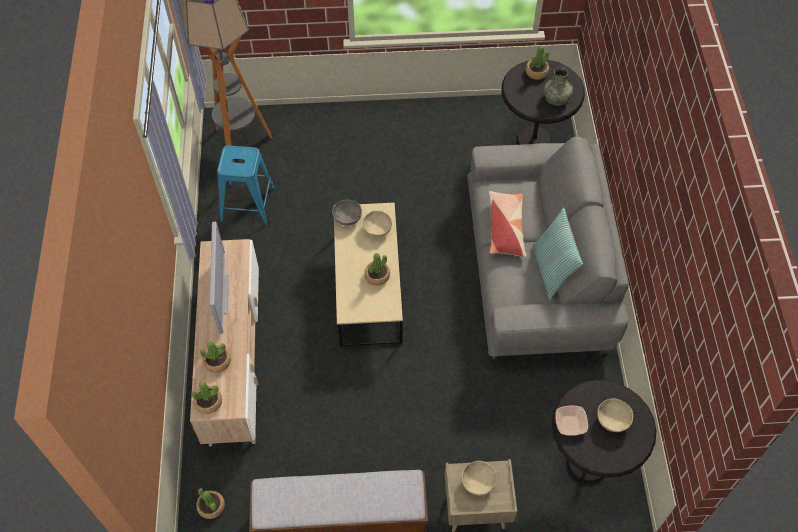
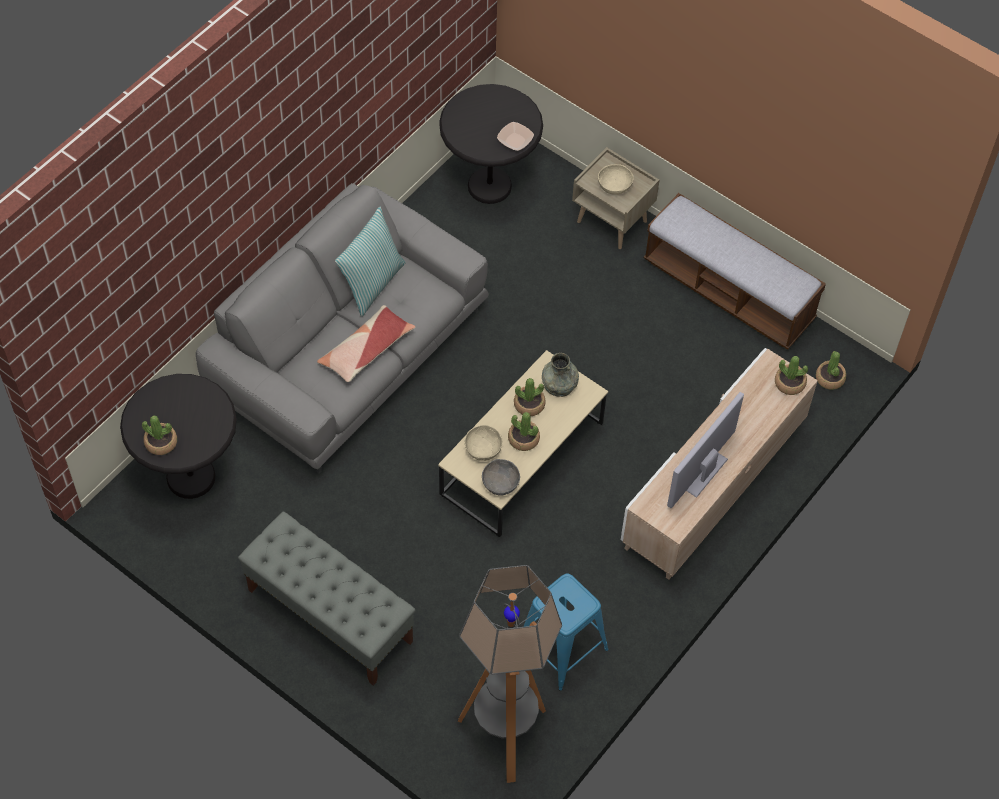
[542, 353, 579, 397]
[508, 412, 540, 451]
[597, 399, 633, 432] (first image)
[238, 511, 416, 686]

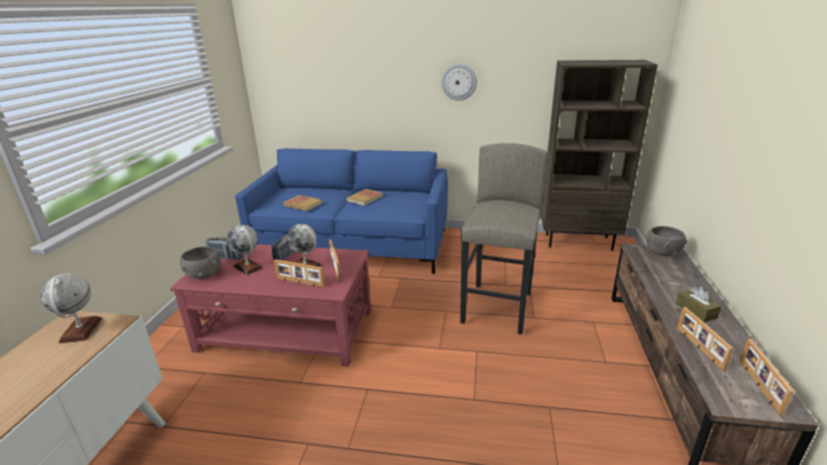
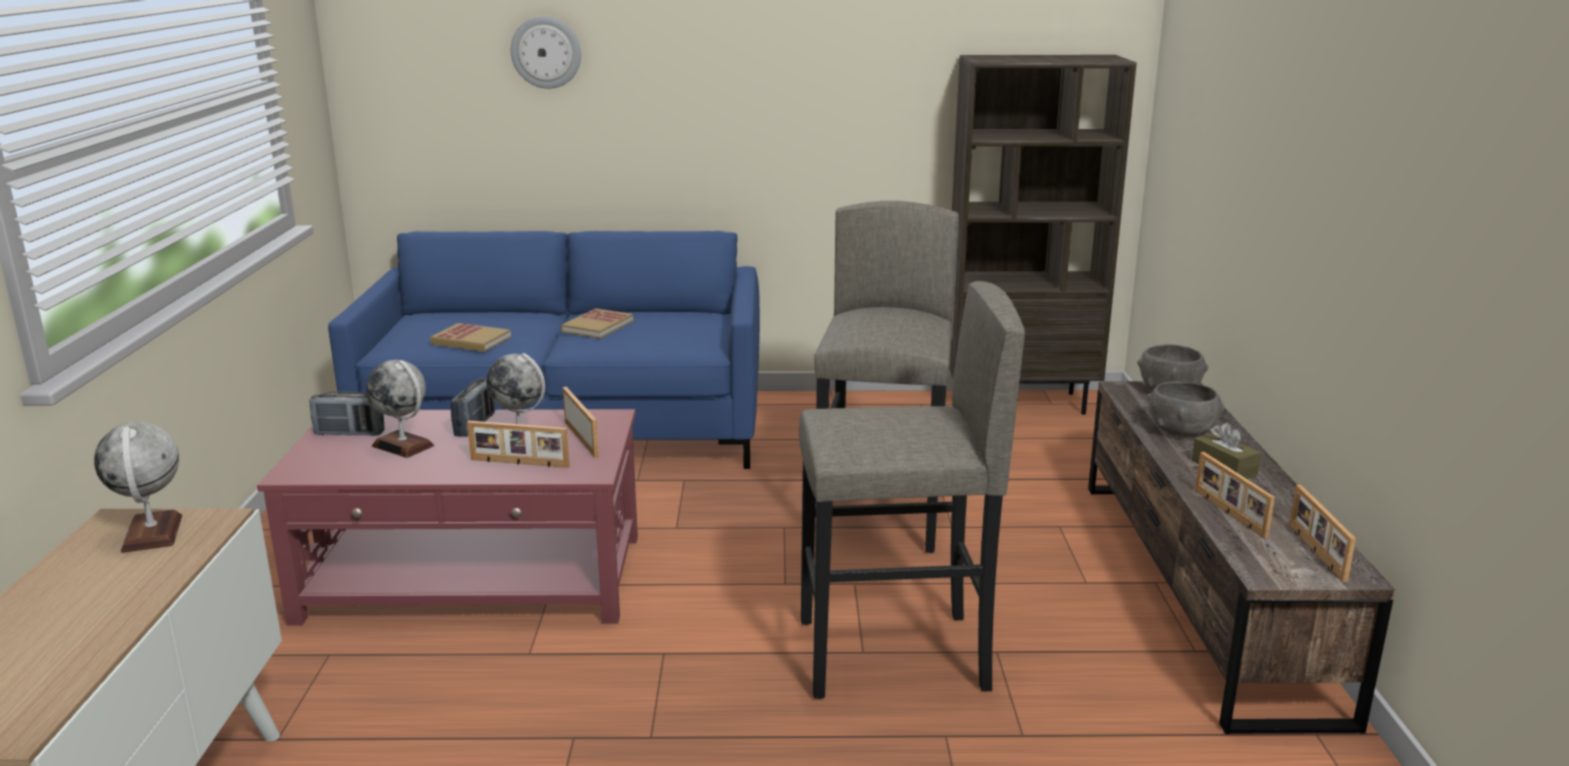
[511, 16, 581, 89]
[1147, 381, 1225, 437]
[799, 281, 1025, 699]

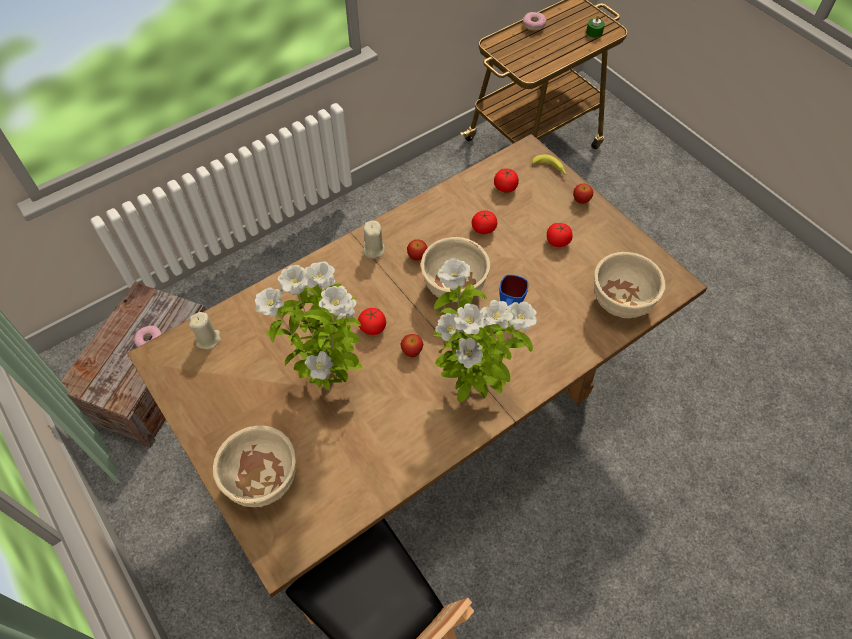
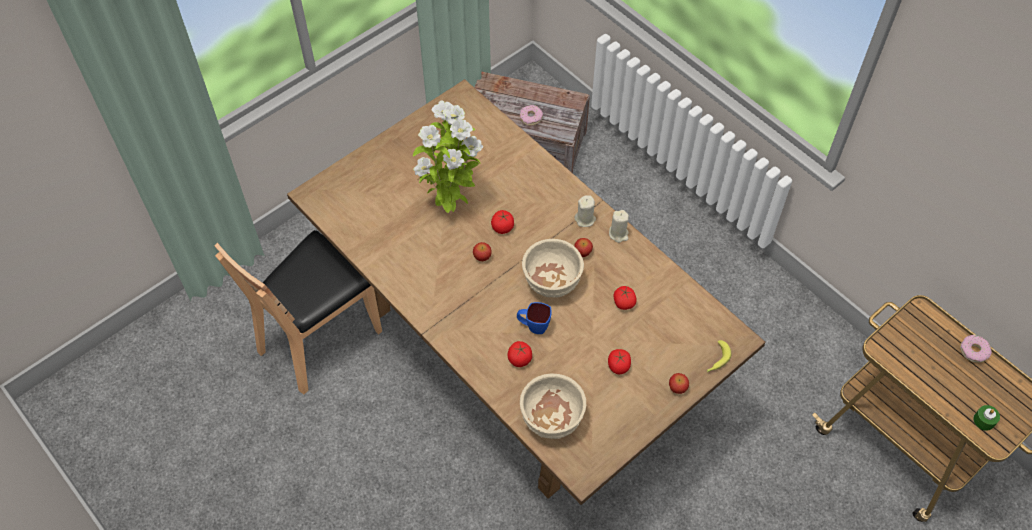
[507, 341, 532, 367]
[433, 258, 537, 402] (first image)
[609, 210, 629, 243]
[213, 426, 296, 507] (first image)

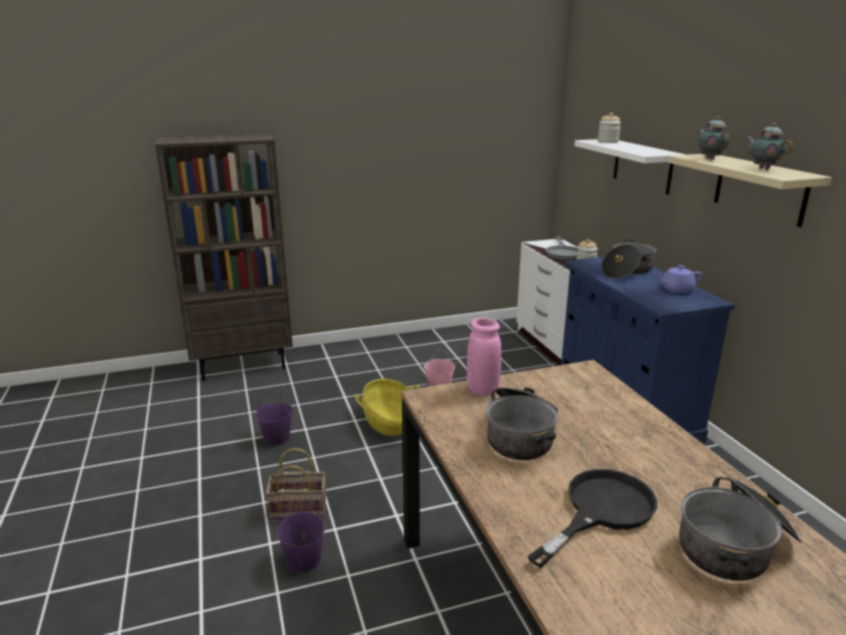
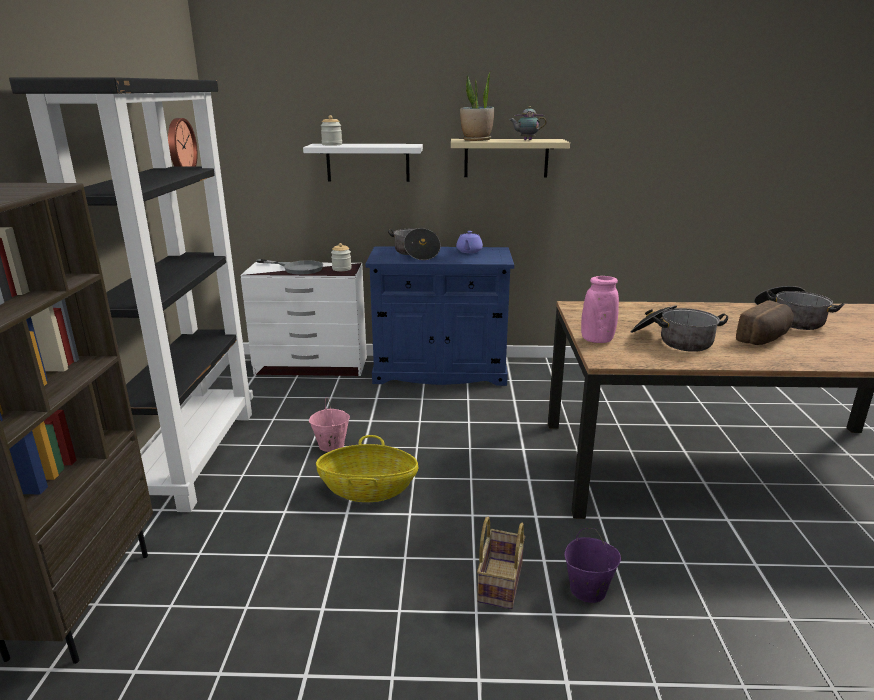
[460, 70, 494, 141]
[256, 393, 293, 446] (first image)
[736, 300, 794, 345]
[9, 77, 253, 512]
[168, 118, 198, 167]

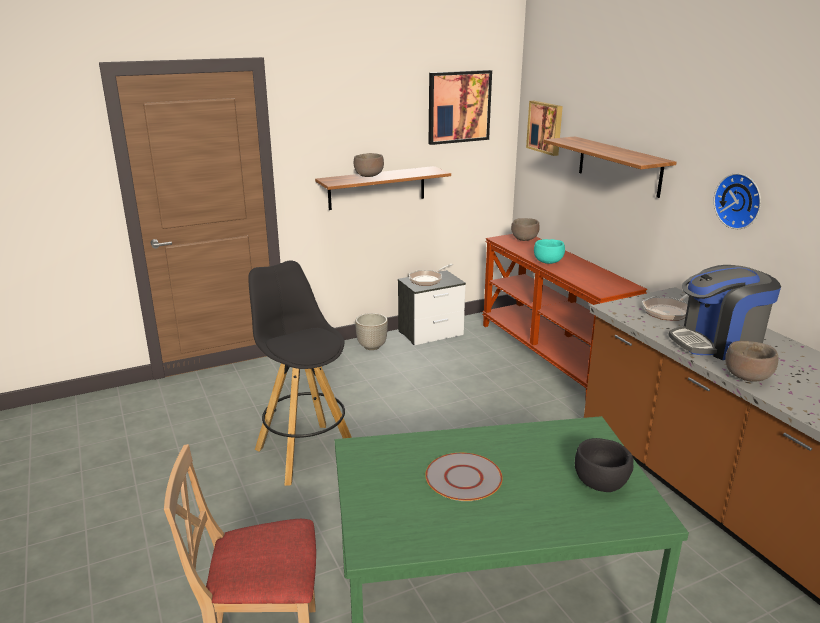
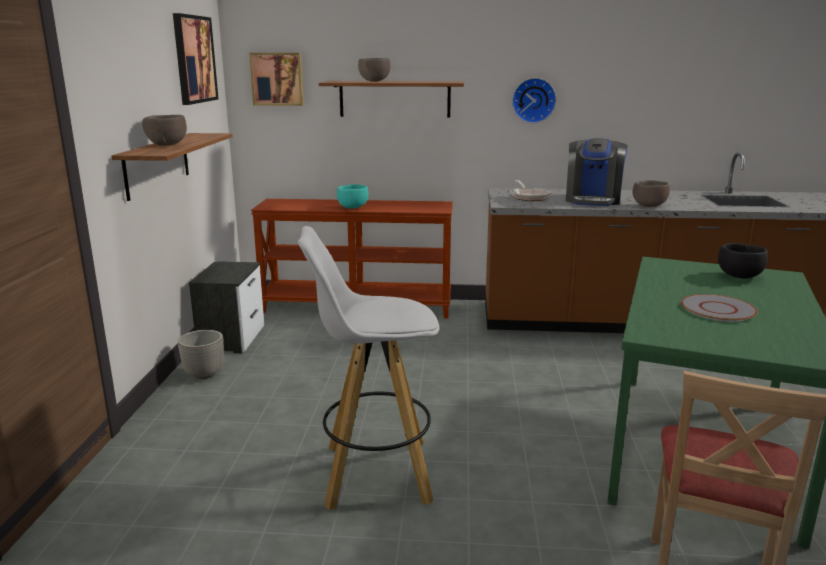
[358, 58, 391, 82]
[298, 226, 439, 510]
[409, 264, 453, 286] (first image)

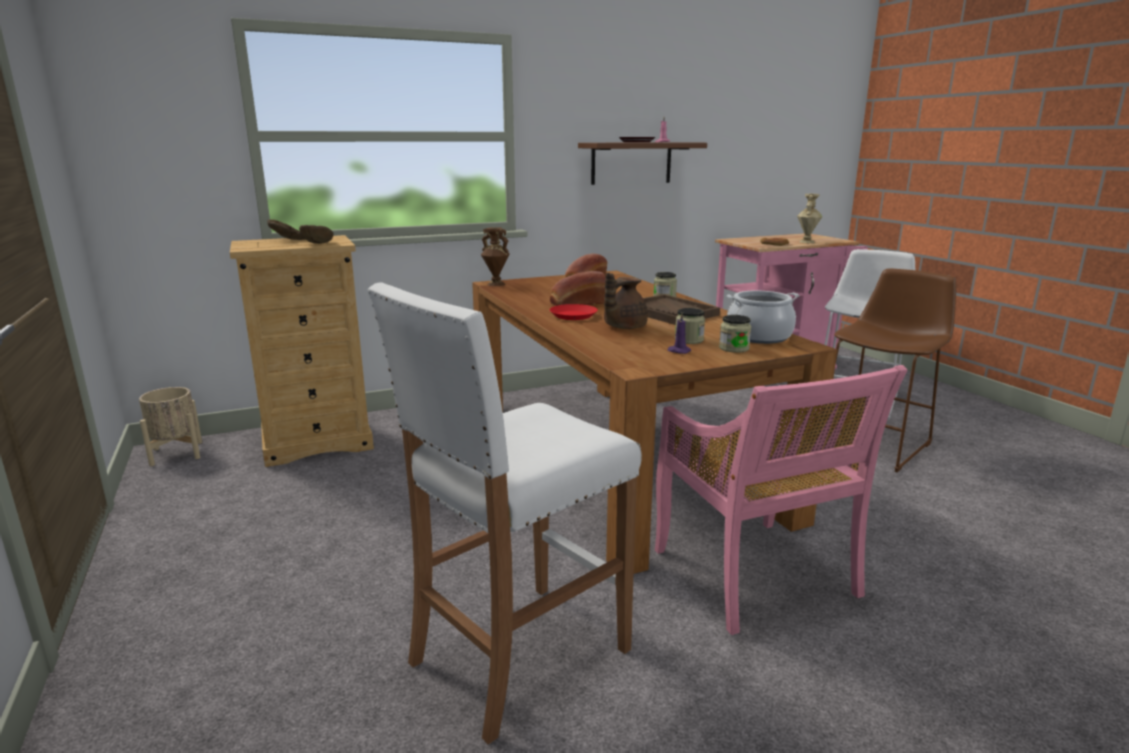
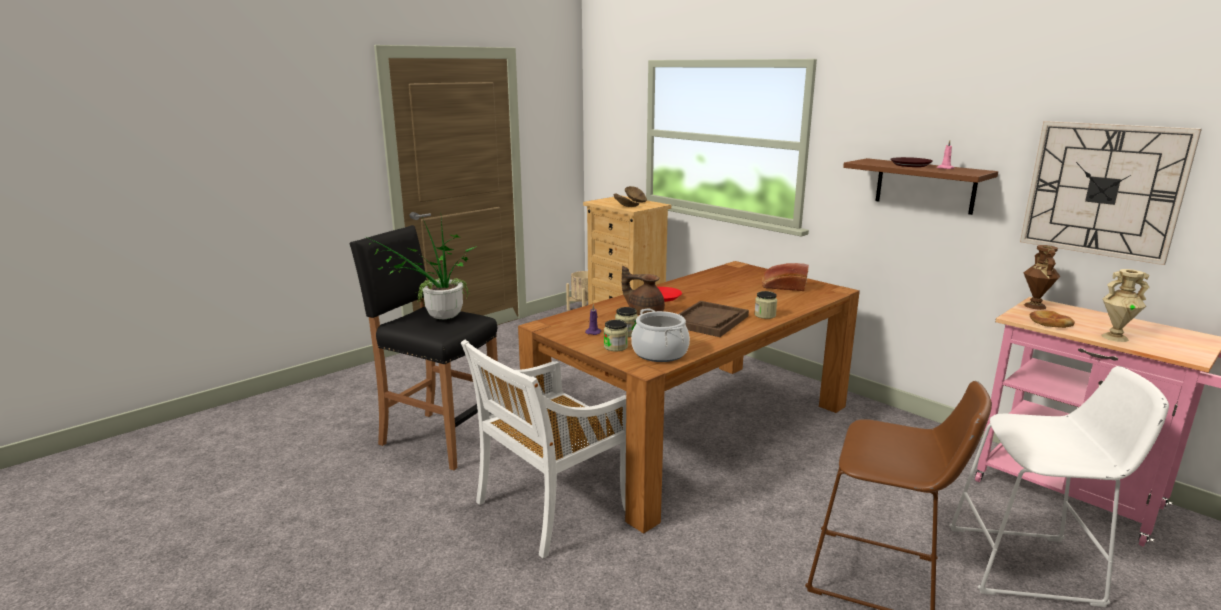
[1024, 245, 1060, 310]
[550, 271, 606, 306] (first image)
[349, 225, 498, 470]
[461, 340, 626, 559]
[1020, 121, 1202, 265]
[368, 217, 475, 319]

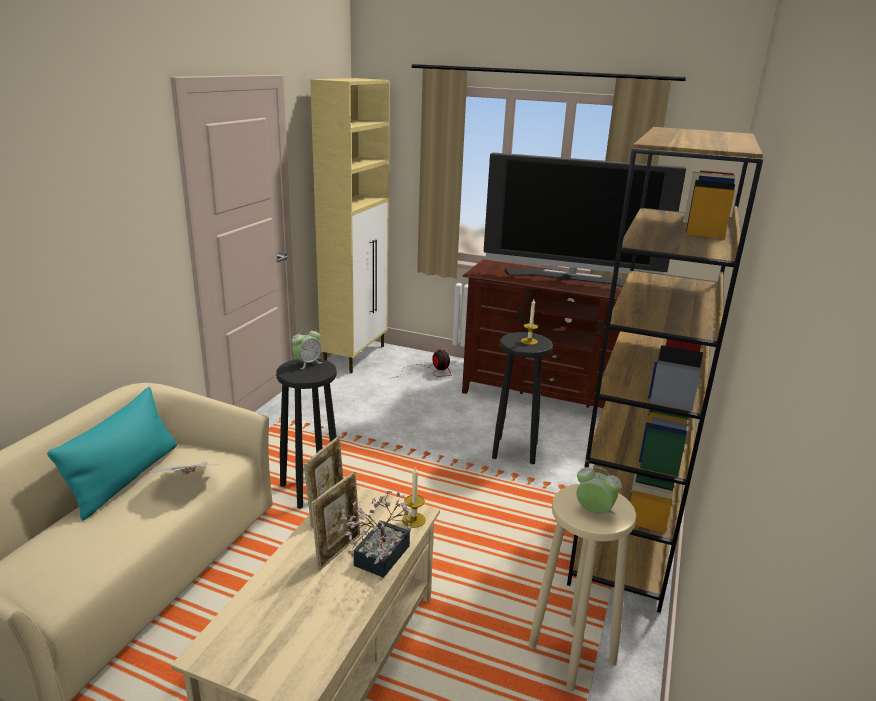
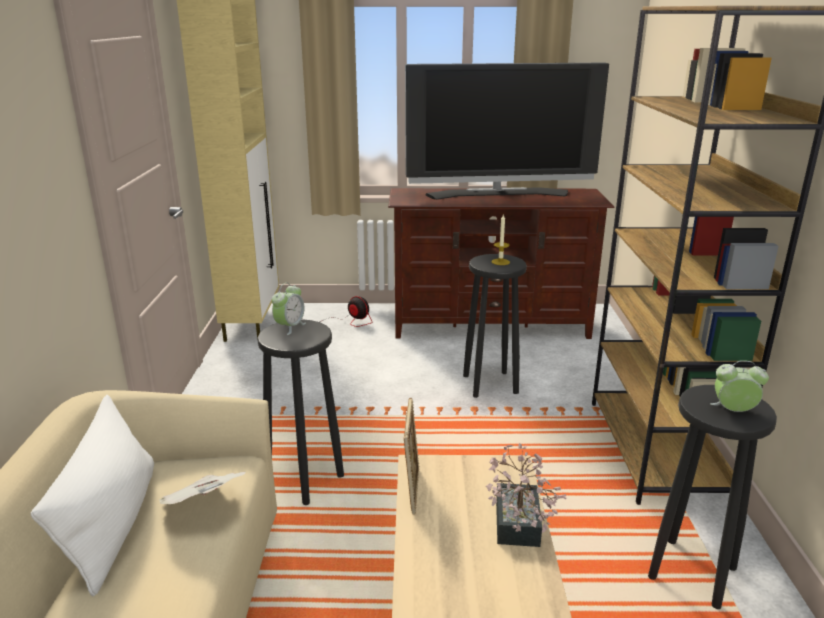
[31, 395, 154, 596]
[402, 466, 426, 528] (first image)
[311, 472, 360, 571] (first image)
[648, 385, 777, 609]

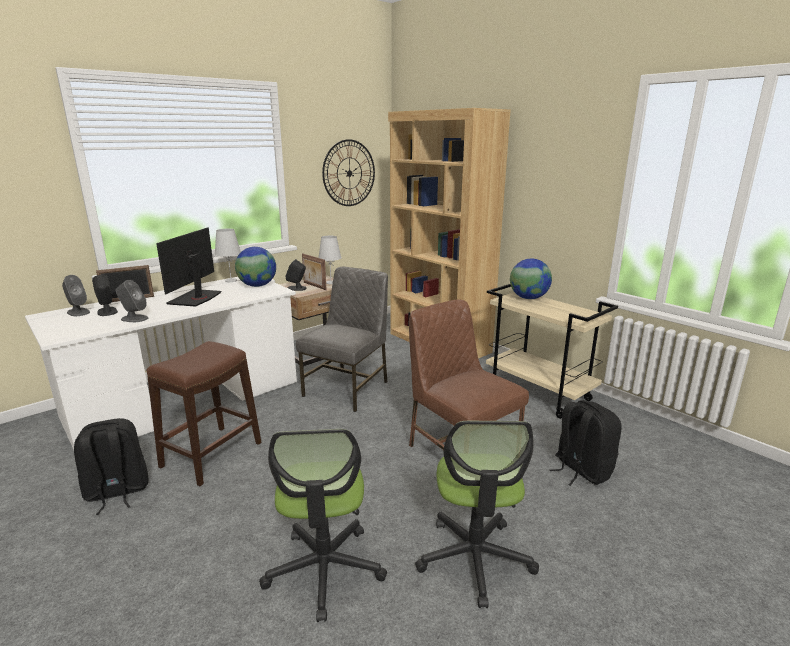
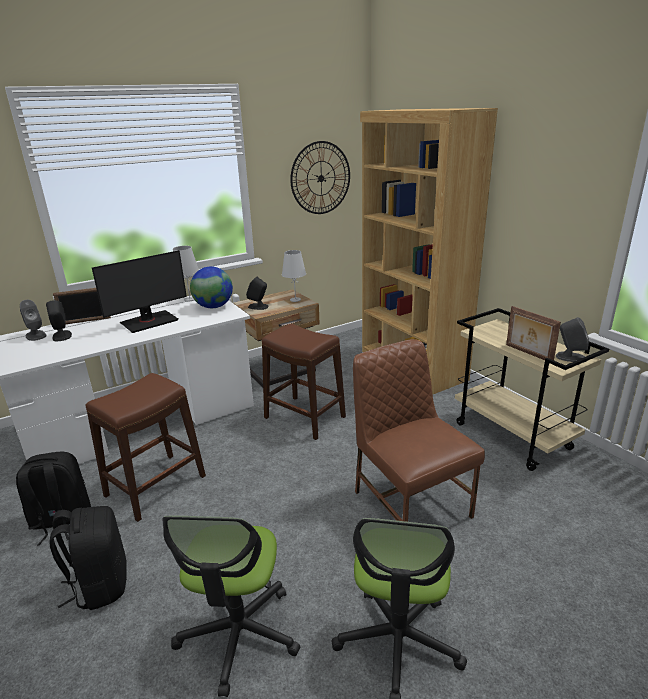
[92, 250, 187, 333]
[506, 306, 561, 360]
[510, 259, 552, 299] (first image)
[262, 324, 346, 440]
[556, 317, 589, 363]
[49, 506, 127, 610]

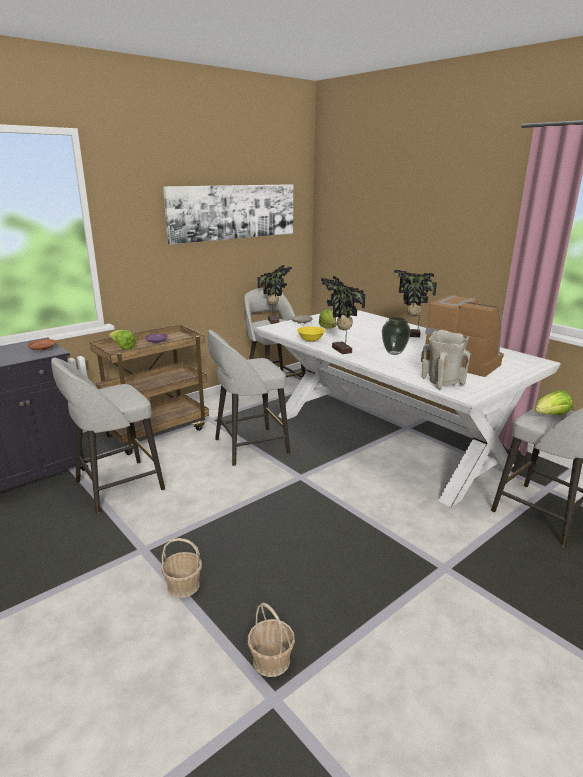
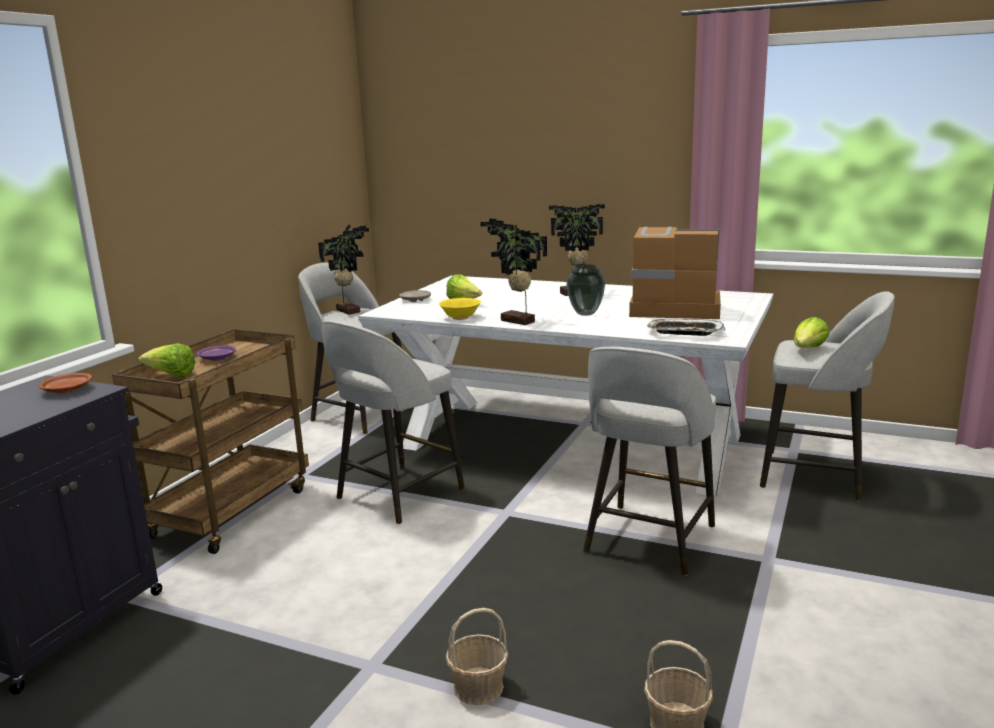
[163, 184, 293, 244] (first image)
[647, 319, 726, 336]
[583, 347, 716, 576]

